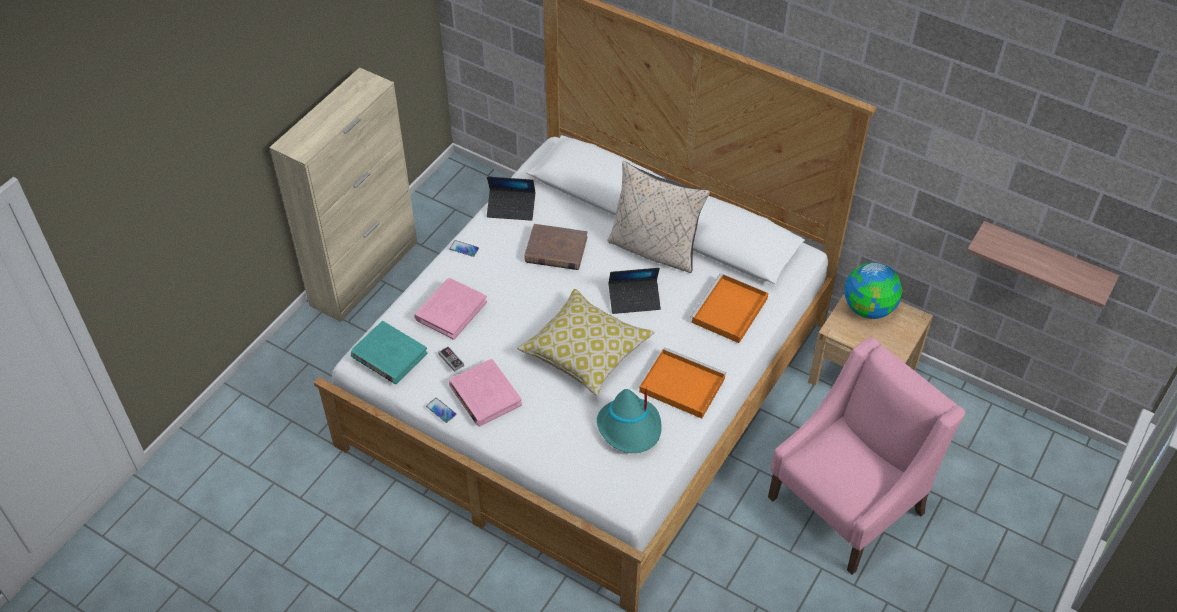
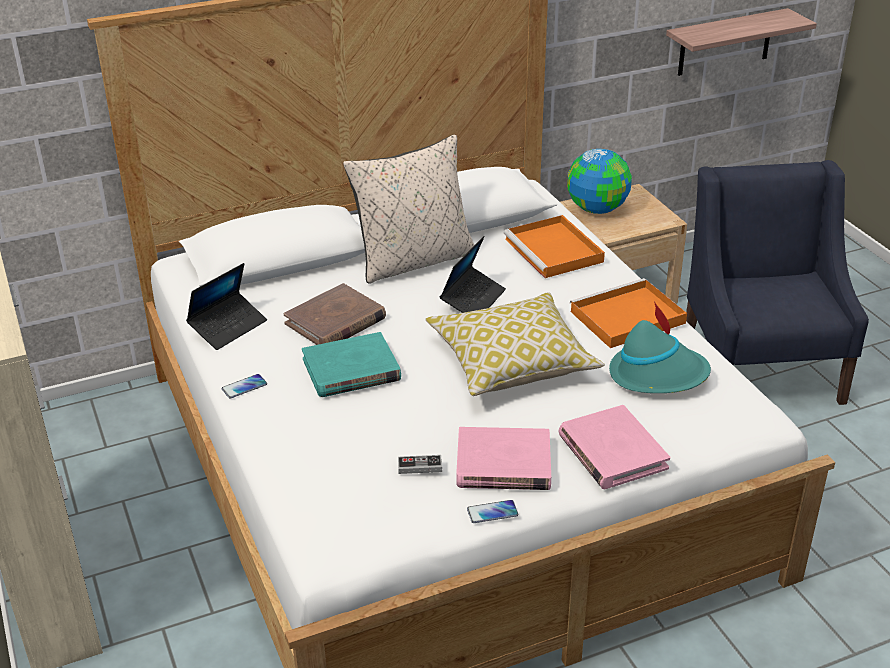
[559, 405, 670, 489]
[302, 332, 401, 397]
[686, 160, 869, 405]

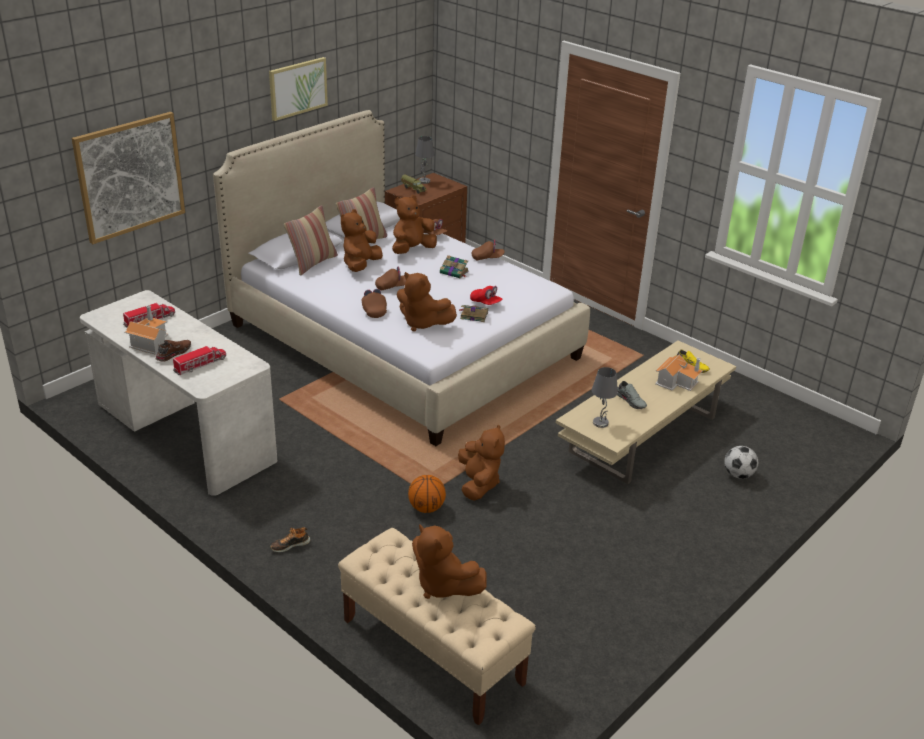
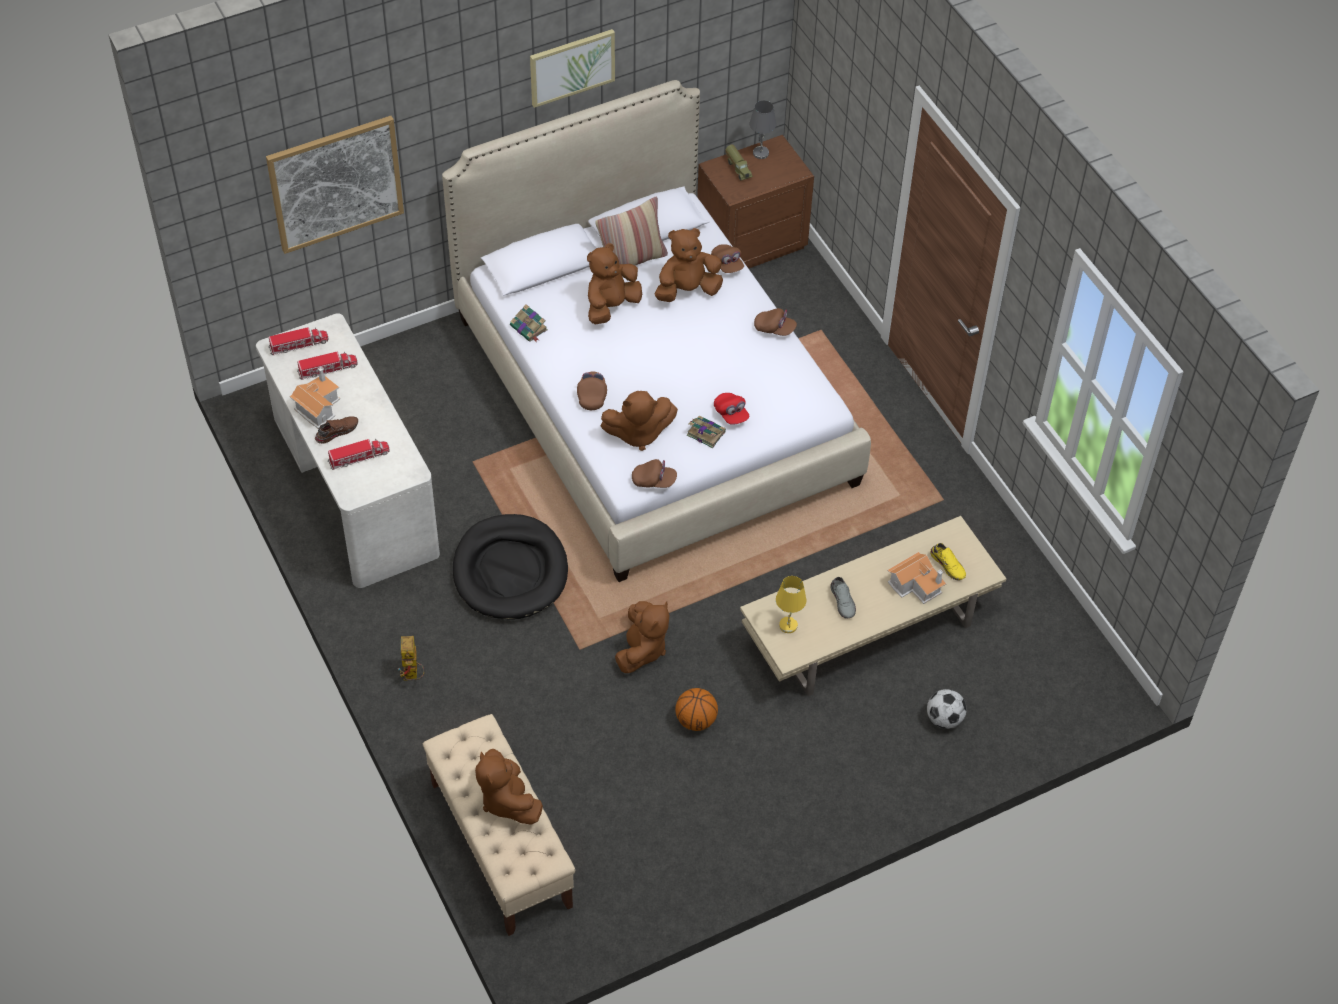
[284, 205, 338, 276] (first image)
[510, 304, 548, 341]
[632, 459, 677, 488]
[601, 391, 678, 451]
[776, 576, 806, 633]
[675, 688, 718, 731]
[397, 636, 424, 681]
[268, 327, 329, 355]
[453, 514, 568, 620]

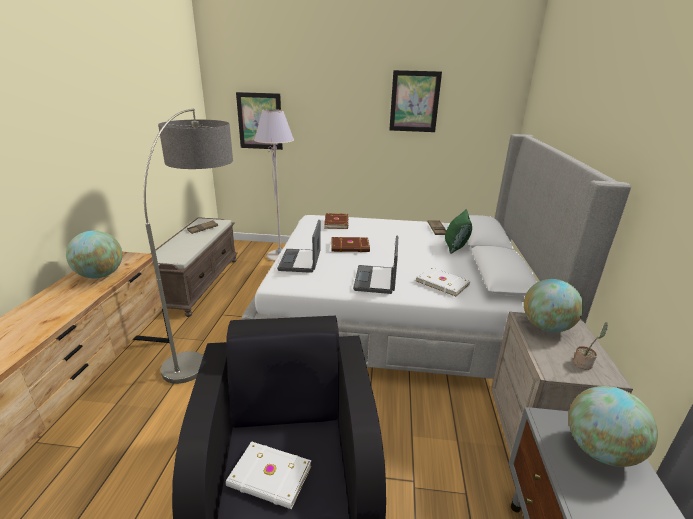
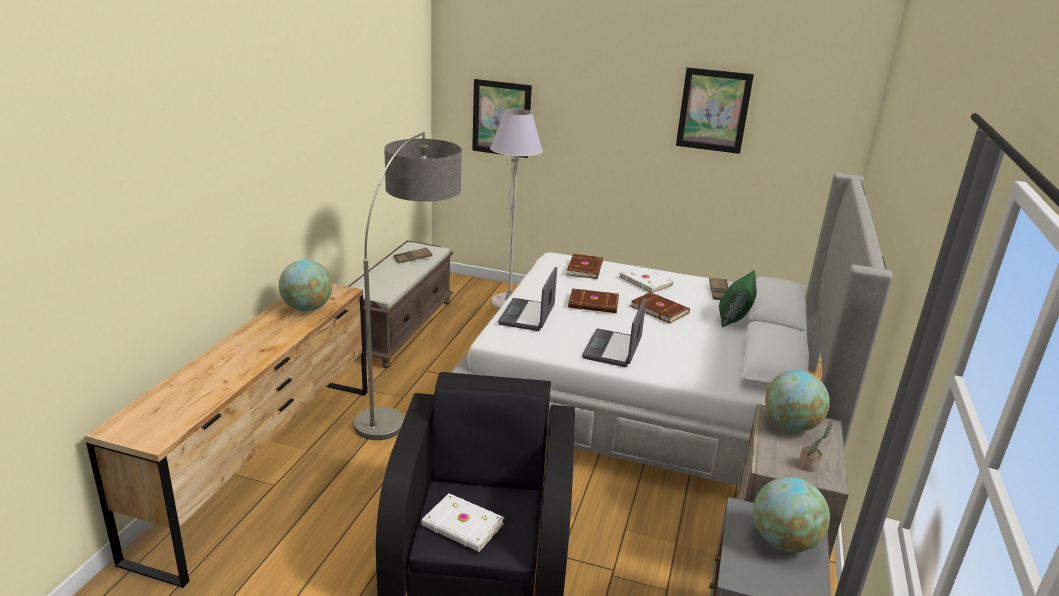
[619, 266, 673, 293]
[630, 292, 690, 323]

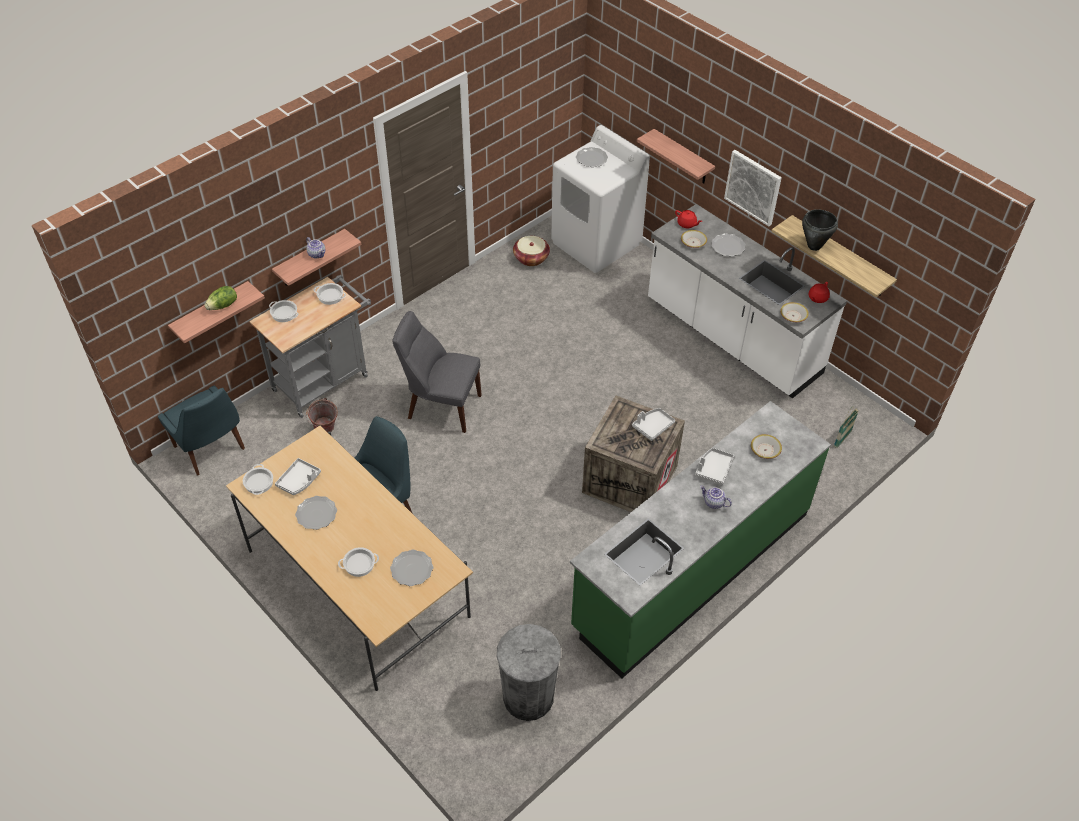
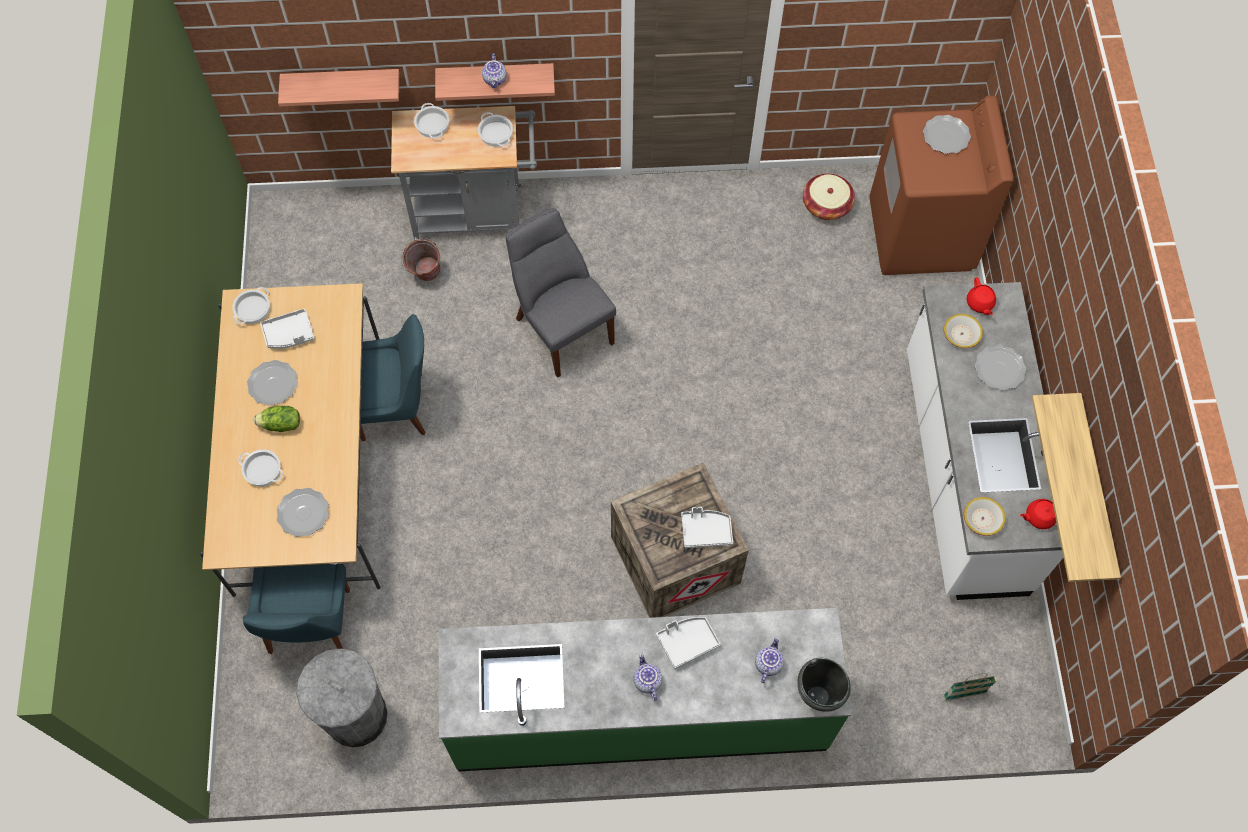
[869, 96, 1014, 275]
[637, 129, 715, 183] (first image)
[724, 150, 782, 226] (first image)
[797, 658, 851, 712]
[254, 406, 300, 432]
[243, 564, 350, 654]
[755, 637, 784, 683]

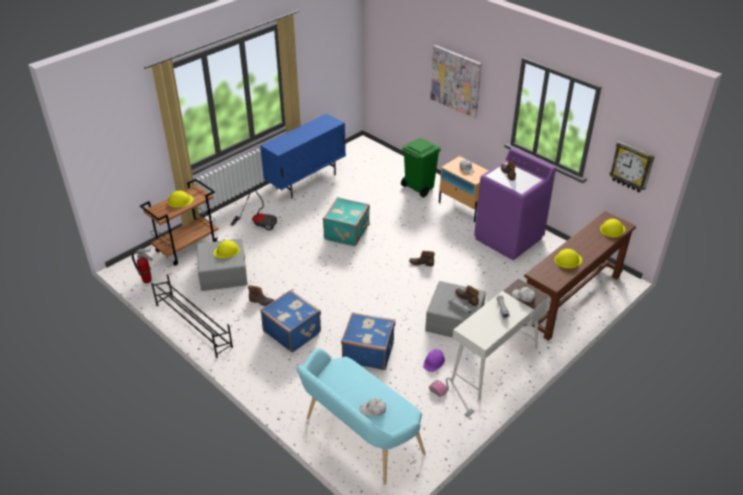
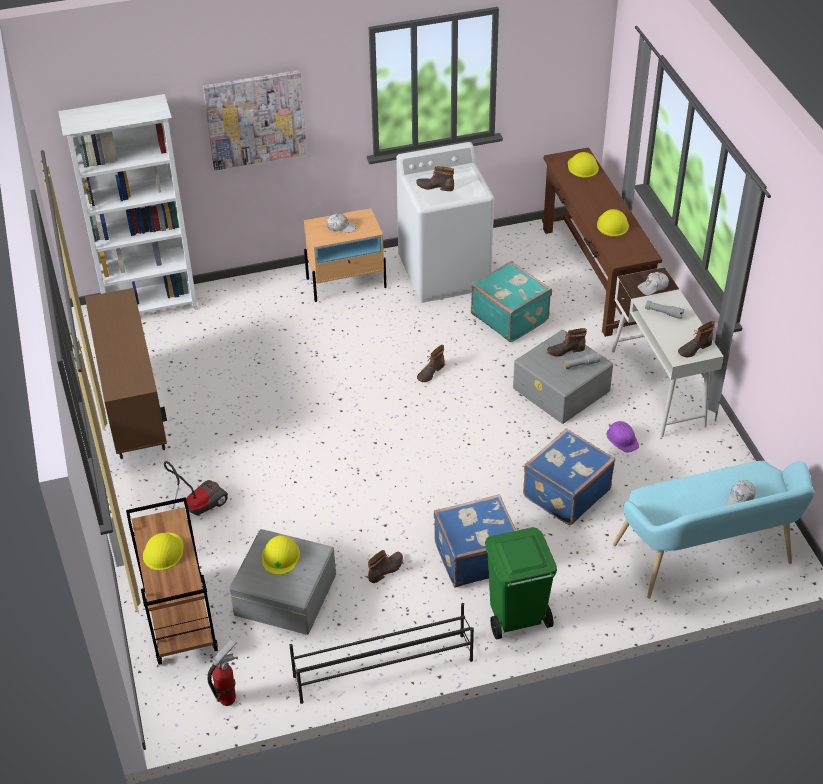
[85, 288, 167, 459]
[485, 527, 557, 640]
[609, 141, 655, 192] (first image)
[396, 142, 494, 303]
[471, 261, 552, 342]
[429, 378, 475, 417] (first image)
[58, 94, 198, 314]
[678, 321, 715, 357]

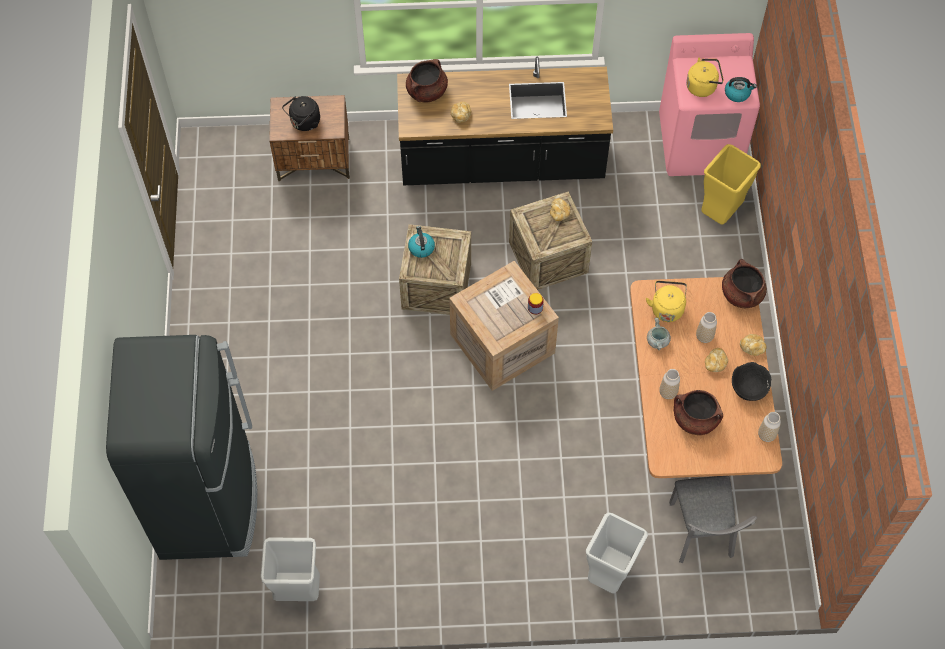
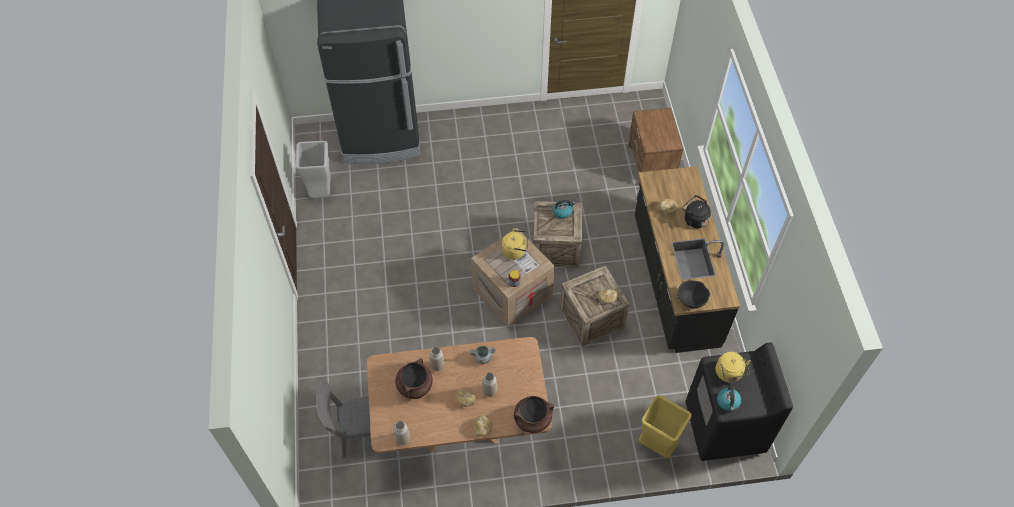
[686, 343, 793, 461]
[406, 59, 448, 102] (first image)
[682, 195, 711, 228]
[502, 228, 528, 259]
[678, 280, 710, 308]
[586, 512, 648, 593] (first image)

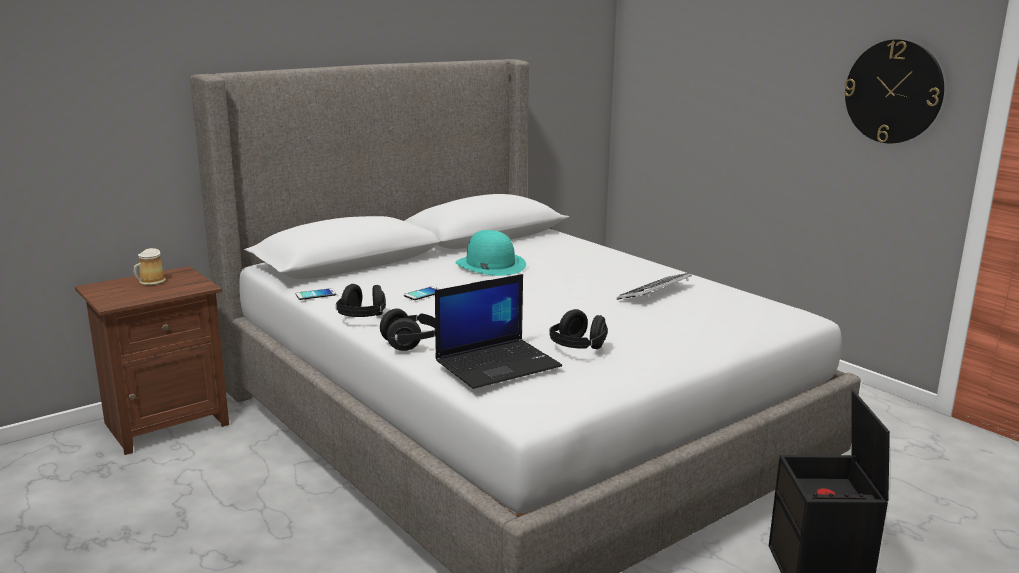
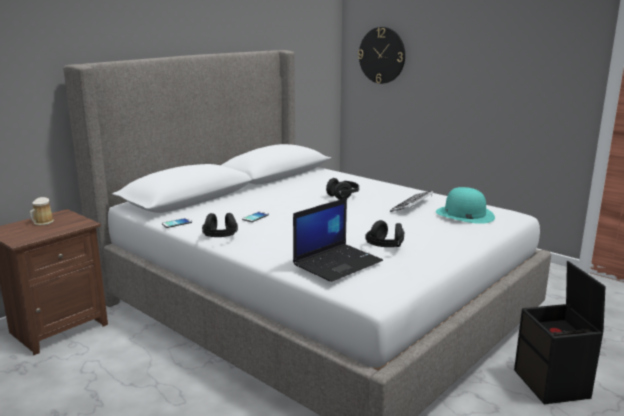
[358, 27, 405, 84]
[436, 187, 495, 224]
[326, 178, 359, 200]

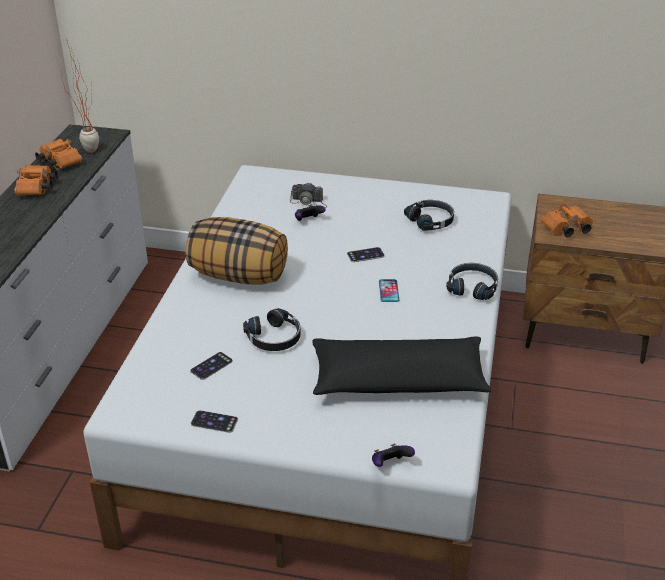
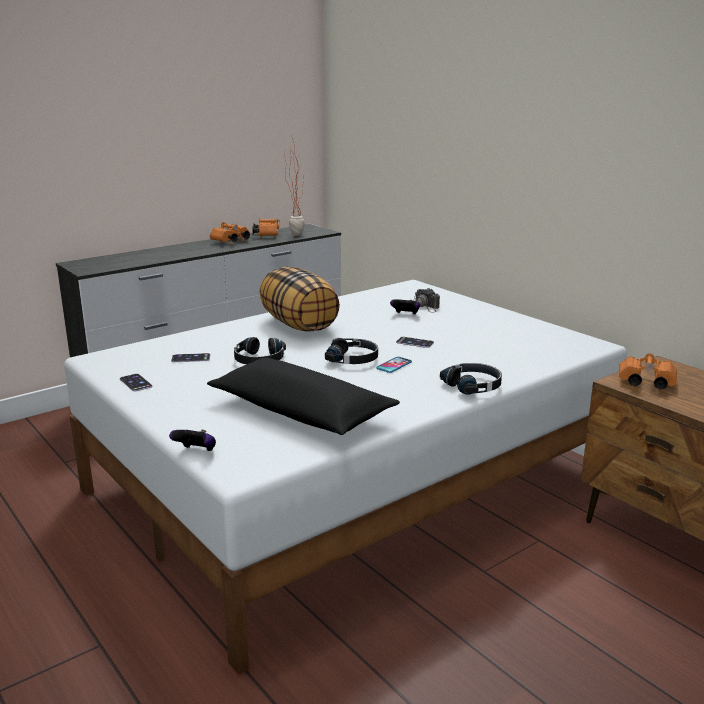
[325, 338, 378, 364]

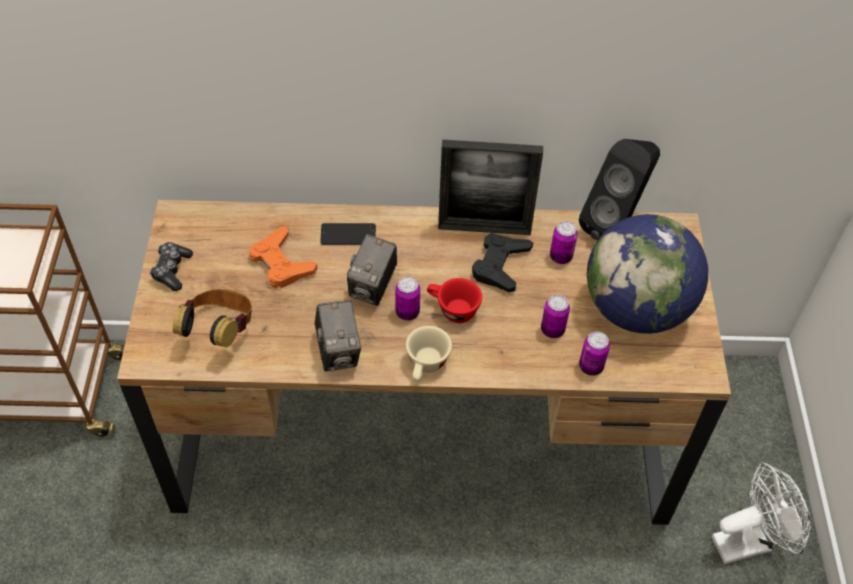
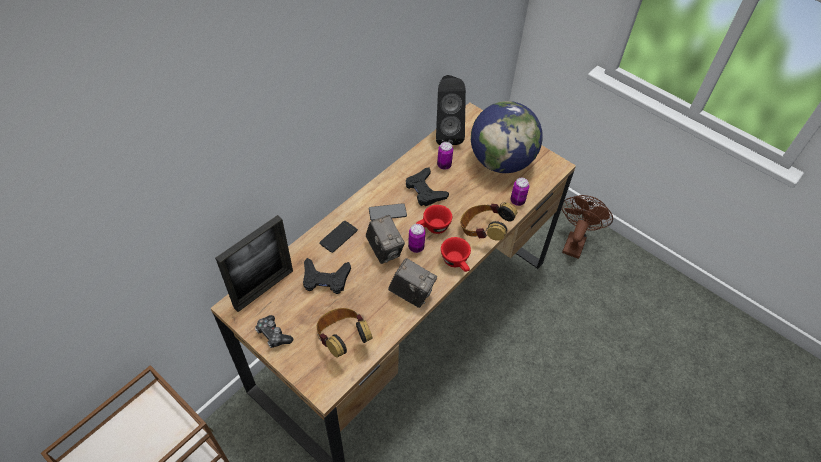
[215, 215, 293, 312]
[303, 258, 351, 294]
[541, 295, 570, 338] (first image)
[441, 237, 471, 272]
[562, 195, 613, 259]
[460, 202, 517, 241]
[369, 203, 407, 221]

